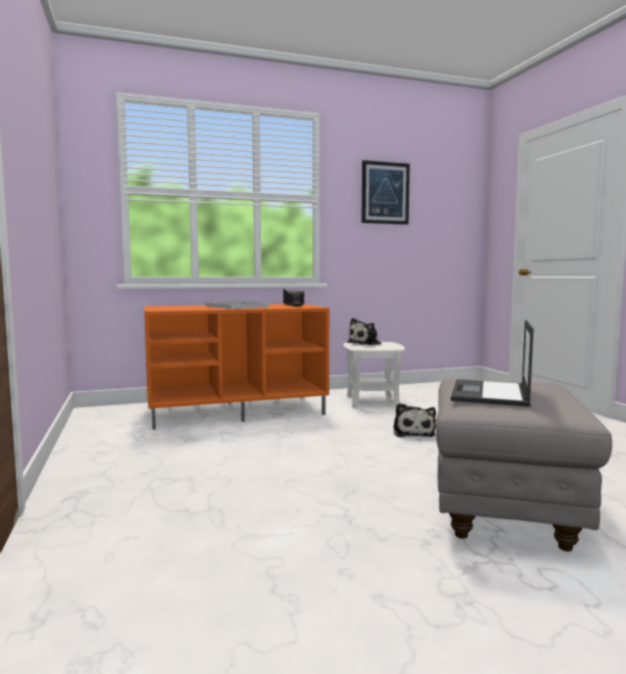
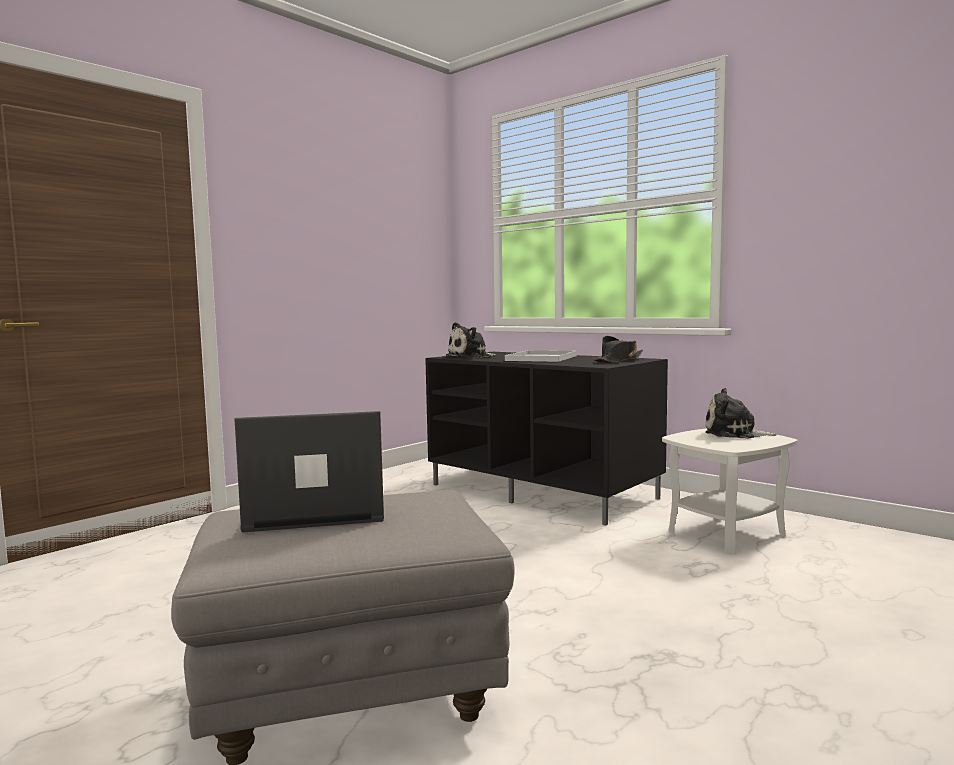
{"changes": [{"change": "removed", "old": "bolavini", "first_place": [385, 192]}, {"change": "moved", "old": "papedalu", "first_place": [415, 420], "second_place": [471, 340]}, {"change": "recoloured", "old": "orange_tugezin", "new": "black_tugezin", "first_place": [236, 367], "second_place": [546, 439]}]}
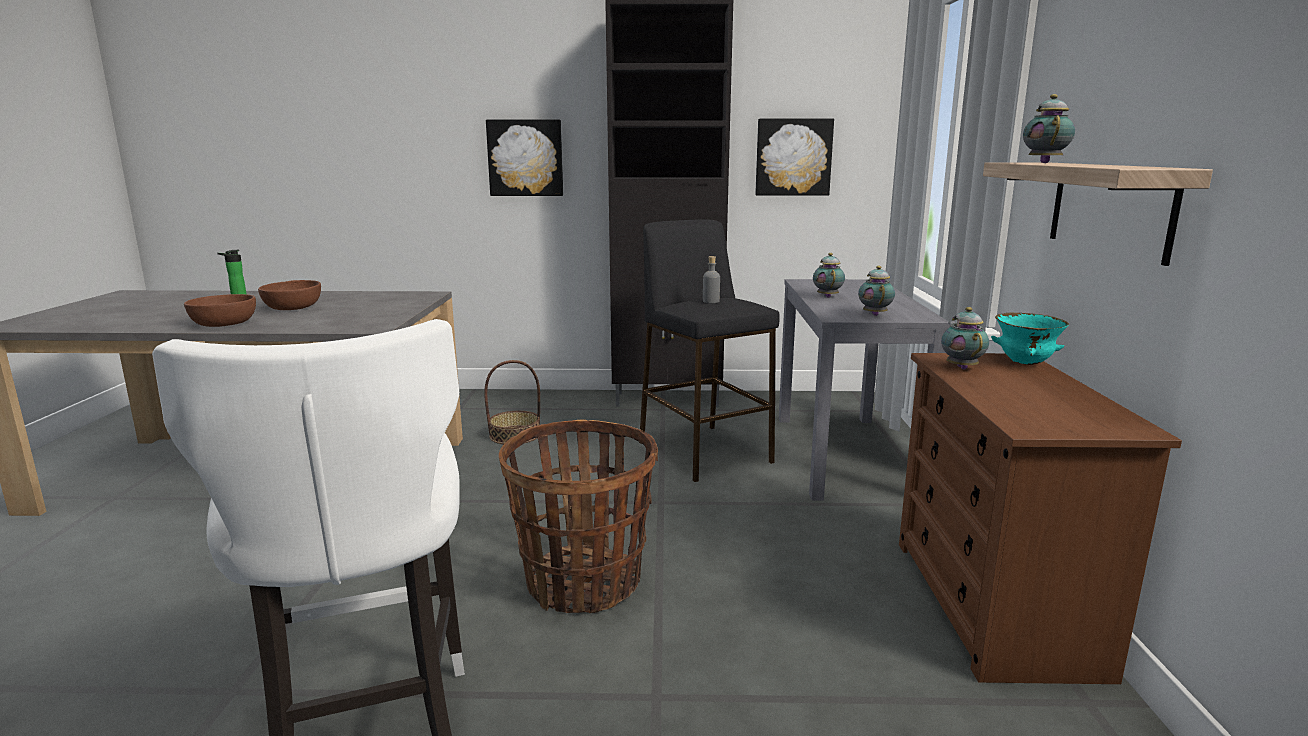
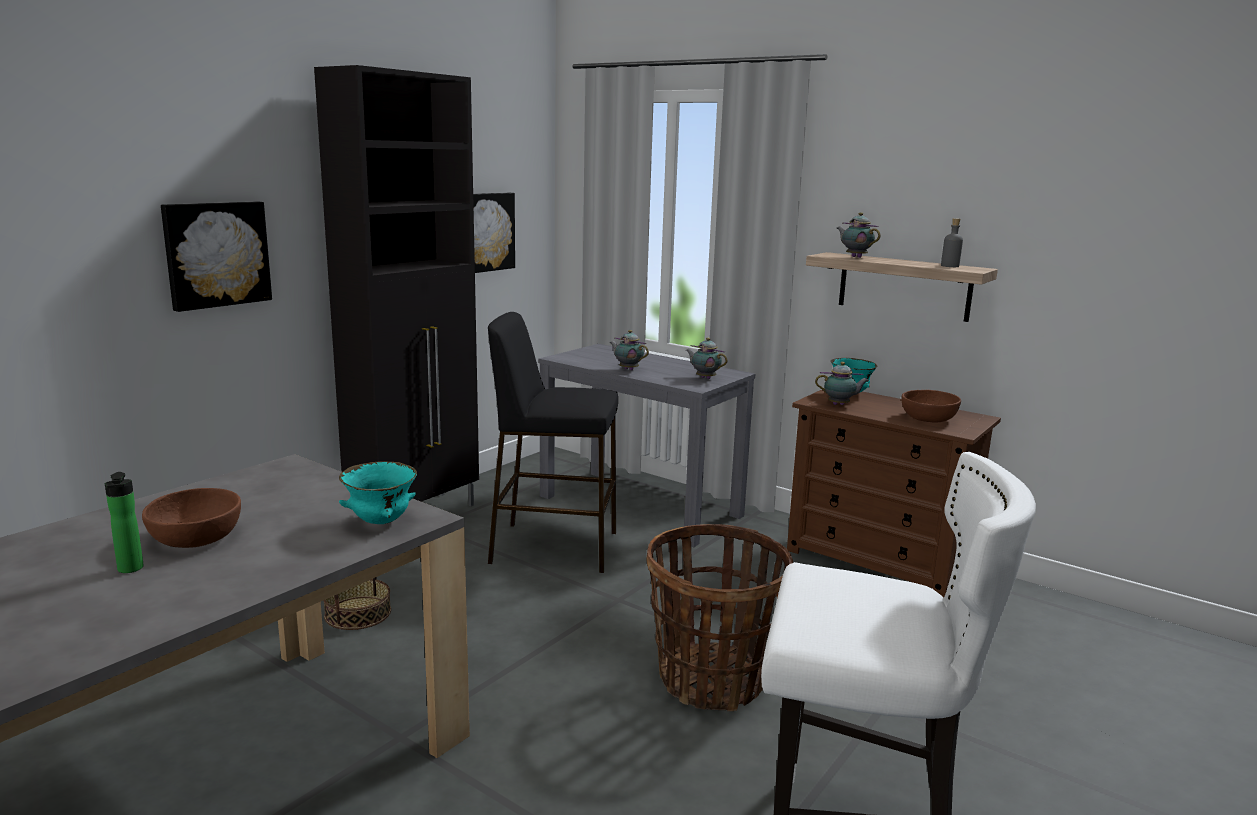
{"changes": [{"change": "added", "new": "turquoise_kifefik", "second_place": [378, 492]}, {"change": "moved", "old": "brown_kifefik", "first_place": [220, 310], "second_place": [931, 406]}, {"change": "moved", "old": "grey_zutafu", "first_place": [711, 279], "second_place": [952, 242]}, {"change": "turned", "old": "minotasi", "first_place": [965, 338], "second_place": [842, 383], "degrees": 150}]}
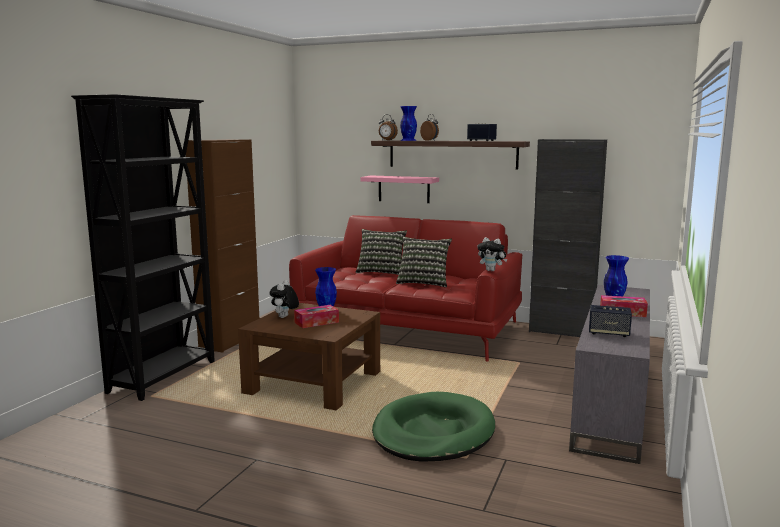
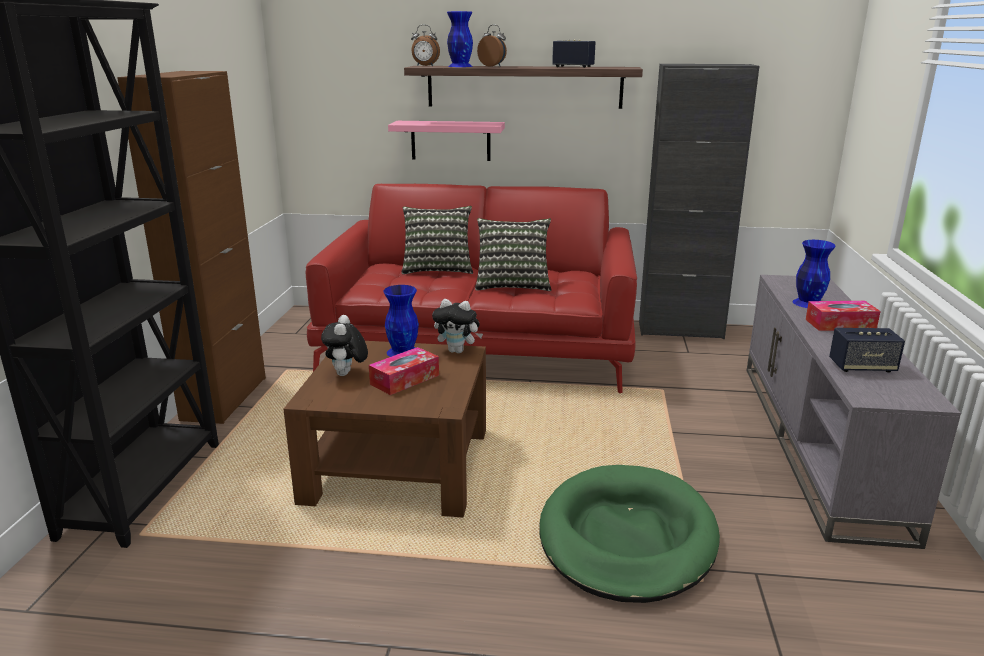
{"changes": [{"change": "moved", "old": "papedalu", "first_place": [492, 254], "second_place": [457, 326]}]}
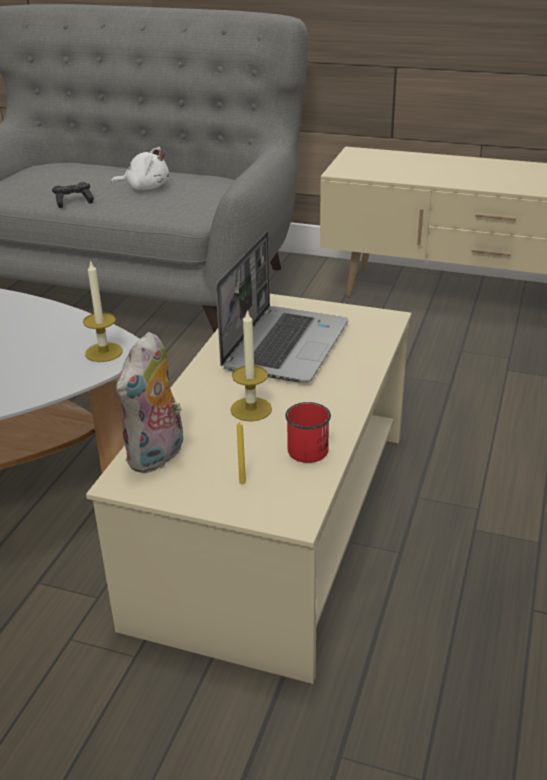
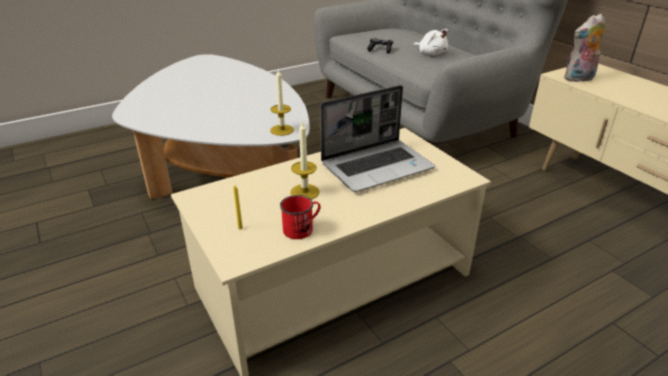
{"changes": [{"change": "moved", "old": "papedalu", "first_place": [149, 402], "second_place": [584, 48]}]}
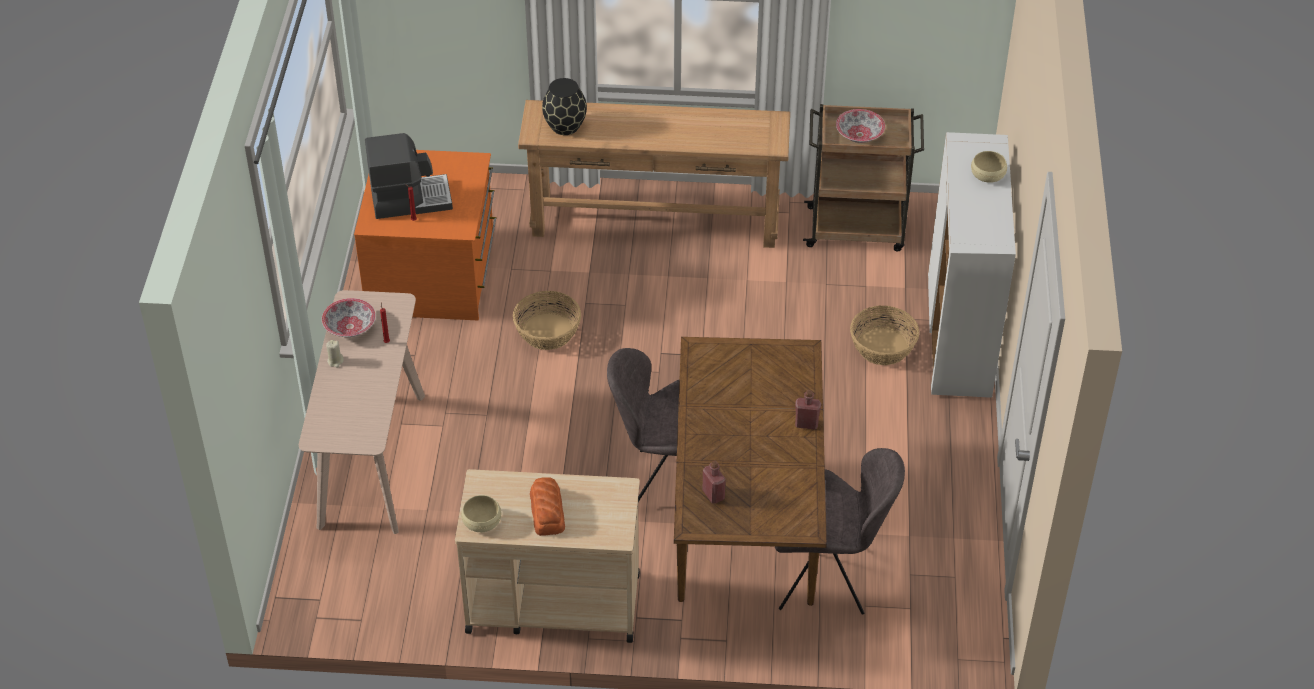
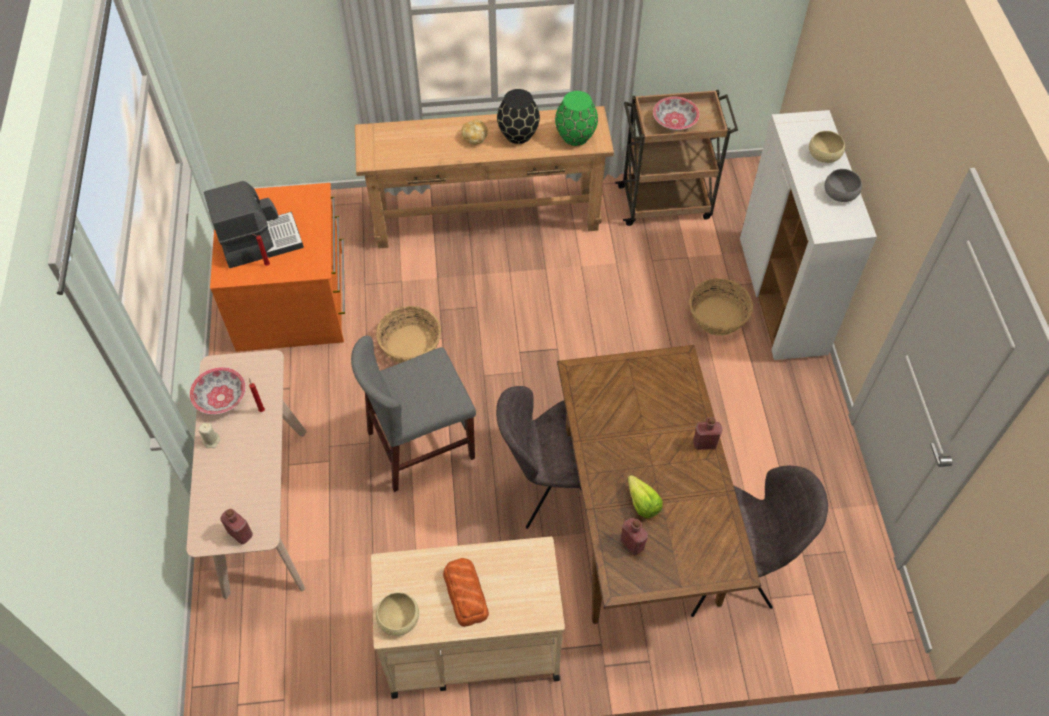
{"changes": [{"change": "added", "new": "red_zutafu", "second_place": [236, 527]}, {"change": "added", "new": "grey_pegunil", "second_place": [413, 414]}, {"change": "added", "new": "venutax", "second_place": [474, 132]}, {"change": "added", "new": "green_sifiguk", "second_place": [576, 118]}, {"change": "added", "new": "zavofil", "second_place": [645, 496]}, {"change": "added", "new": "grey_kifefik", "second_place": [843, 185]}, {"change": "moved", "old": "black_sifiguk", "first_place": [564, 106], "second_place": [518, 116]}]}
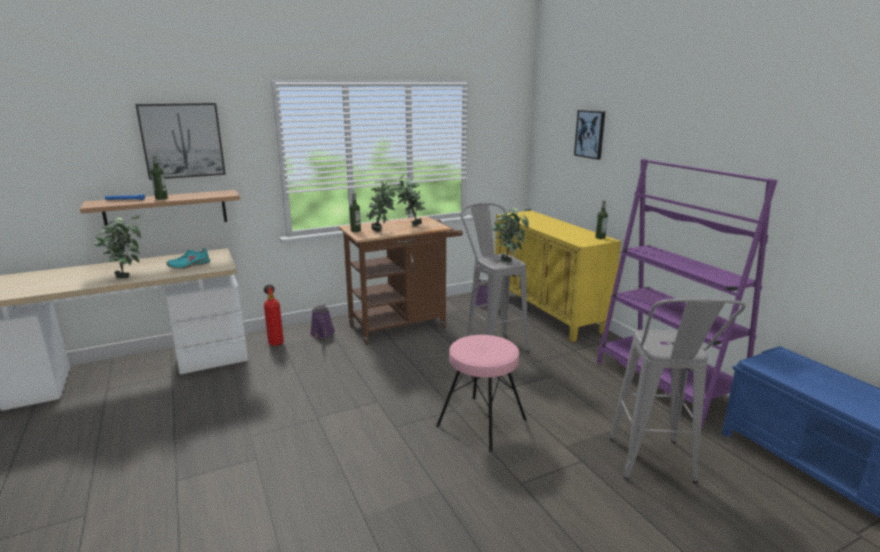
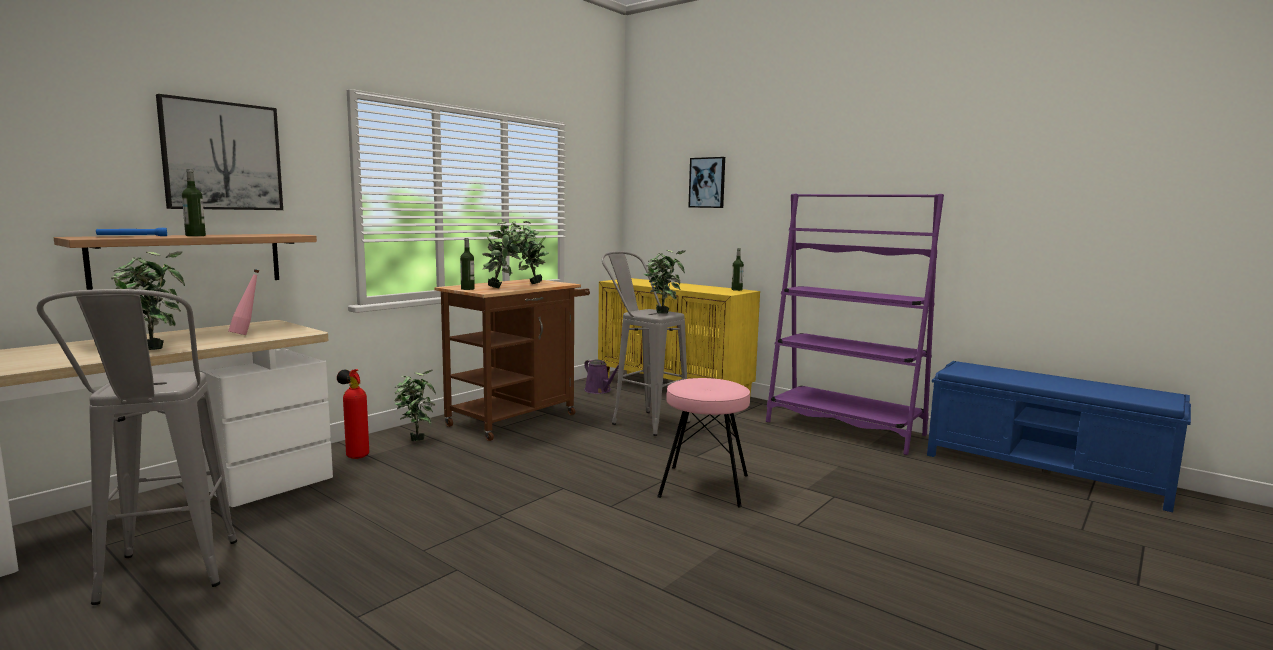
{"changes": [{"change": "moved", "old": "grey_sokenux", "first_place": [677, 390], "second_place": [137, 447]}, {"change": "replaced", "old": "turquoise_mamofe", "new": "pink_zutafu", "first_place": [188, 258], "second_place": [243, 302]}, {"change": "replaced", "old": "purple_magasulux", "new": "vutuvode", "first_place": [322, 320], "second_place": [415, 405]}]}
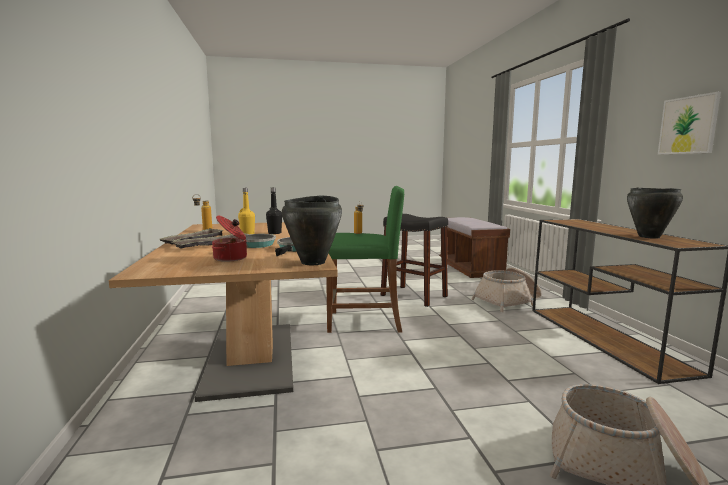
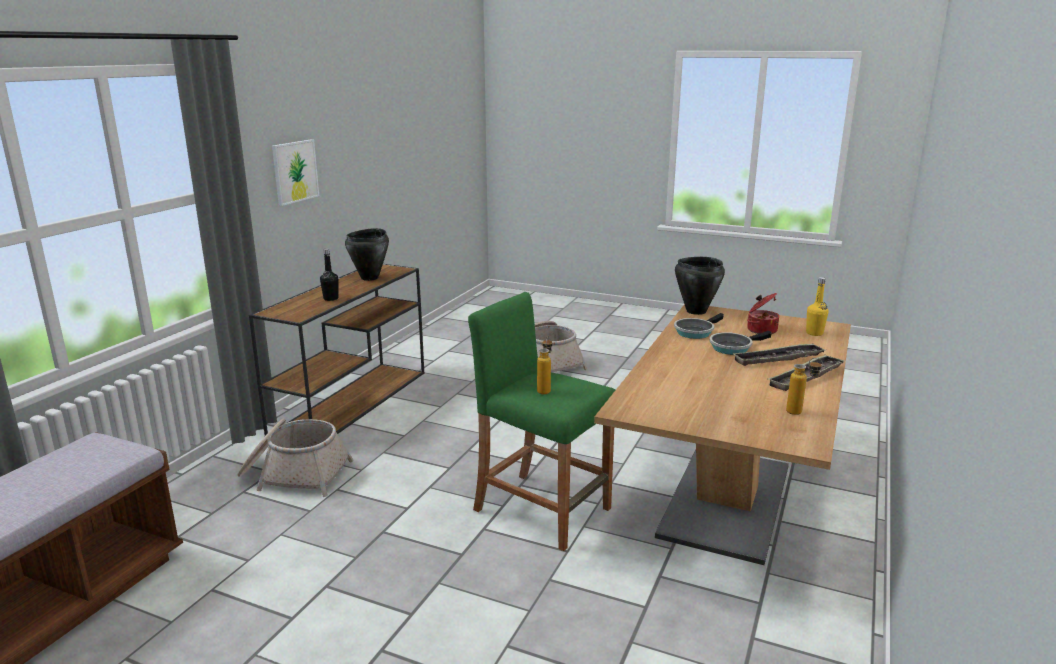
{"changes": [{"change": "removed", "old": "black_sokenux", "first_place": [414, 260]}, {"change": "moved", "old": "yellow_zutafu", "first_place": [246, 211], "second_place": [817, 306]}, {"change": "moved", "old": "black_zutafu", "first_place": [274, 210], "second_place": [329, 274]}]}
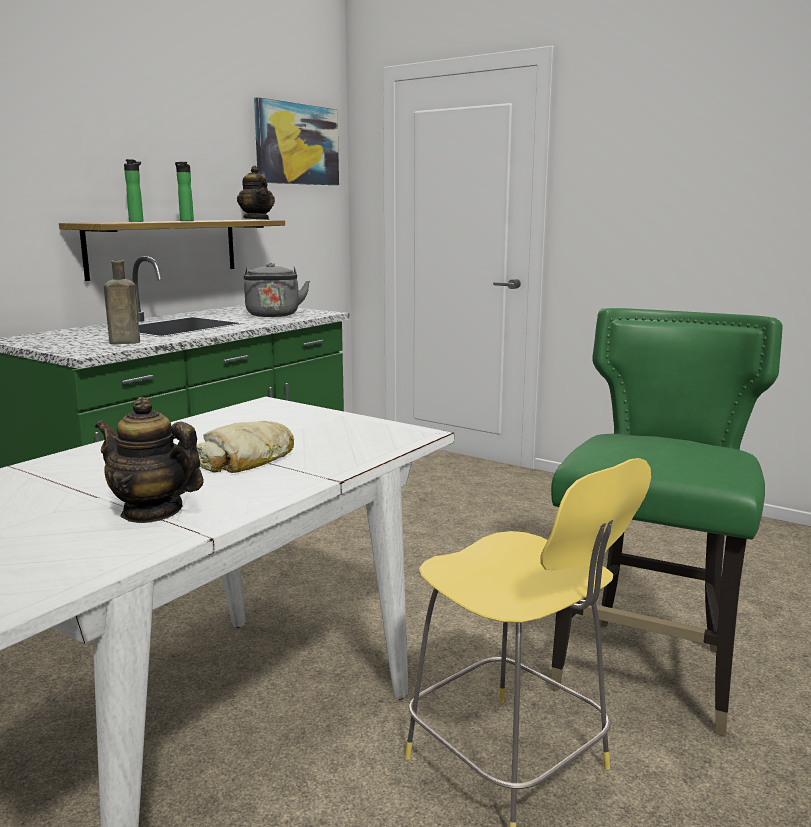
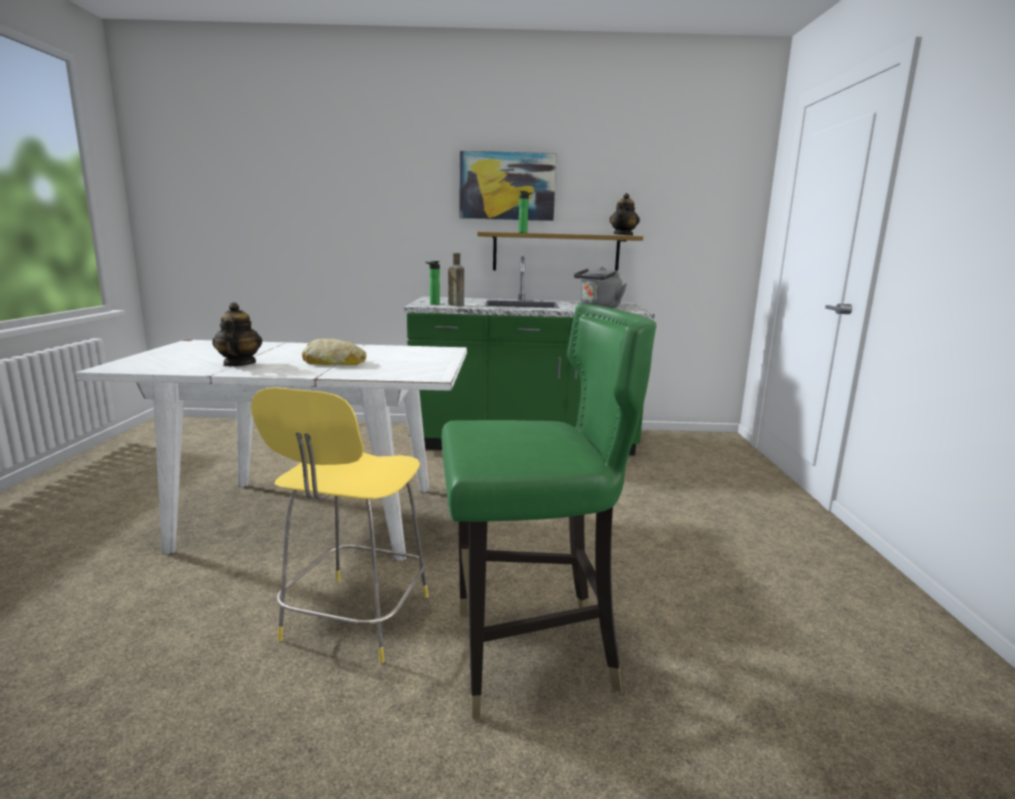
{"changes": [{"change": "moved", "old": "zutafu", "first_place": [184, 191], "second_place": [432, 283]}, {"change": "moved", "old": "bolavini", "first_place": [296, 141], "second_place": [508, 186]}]}
